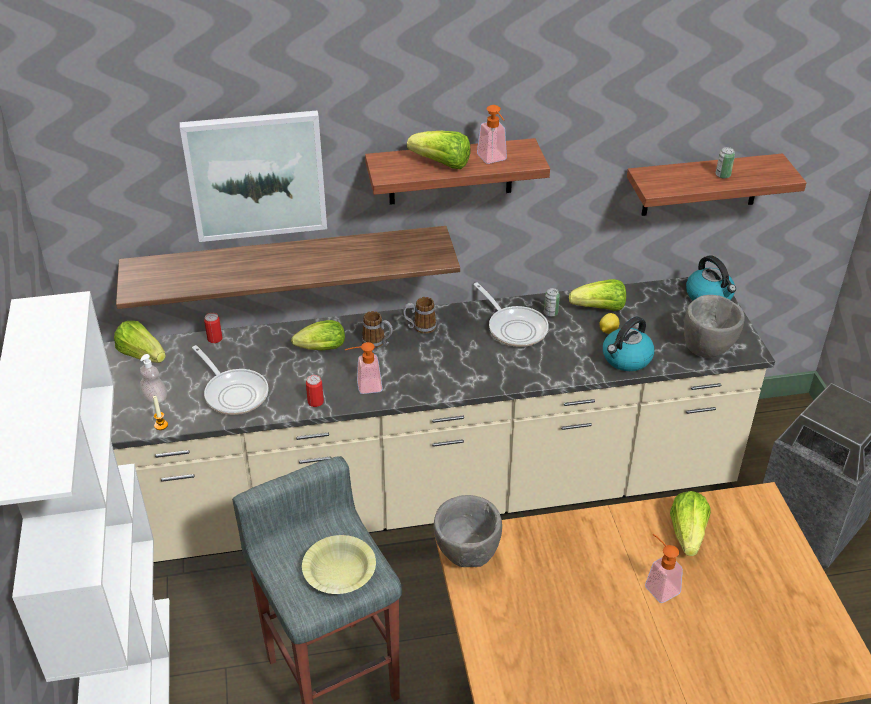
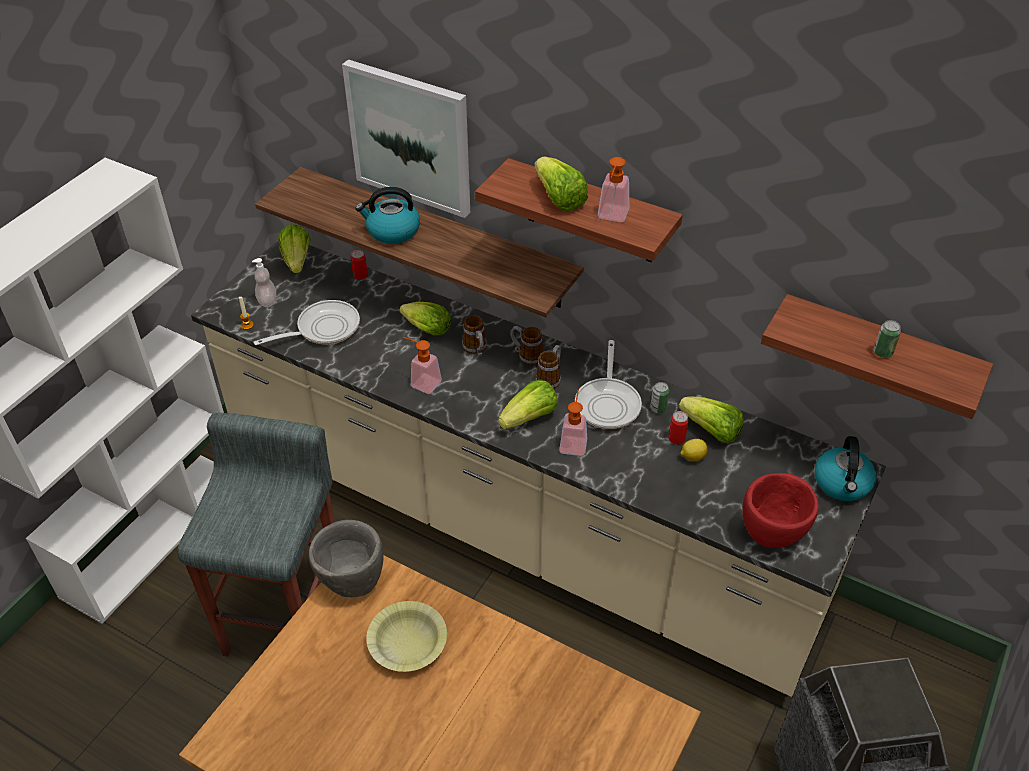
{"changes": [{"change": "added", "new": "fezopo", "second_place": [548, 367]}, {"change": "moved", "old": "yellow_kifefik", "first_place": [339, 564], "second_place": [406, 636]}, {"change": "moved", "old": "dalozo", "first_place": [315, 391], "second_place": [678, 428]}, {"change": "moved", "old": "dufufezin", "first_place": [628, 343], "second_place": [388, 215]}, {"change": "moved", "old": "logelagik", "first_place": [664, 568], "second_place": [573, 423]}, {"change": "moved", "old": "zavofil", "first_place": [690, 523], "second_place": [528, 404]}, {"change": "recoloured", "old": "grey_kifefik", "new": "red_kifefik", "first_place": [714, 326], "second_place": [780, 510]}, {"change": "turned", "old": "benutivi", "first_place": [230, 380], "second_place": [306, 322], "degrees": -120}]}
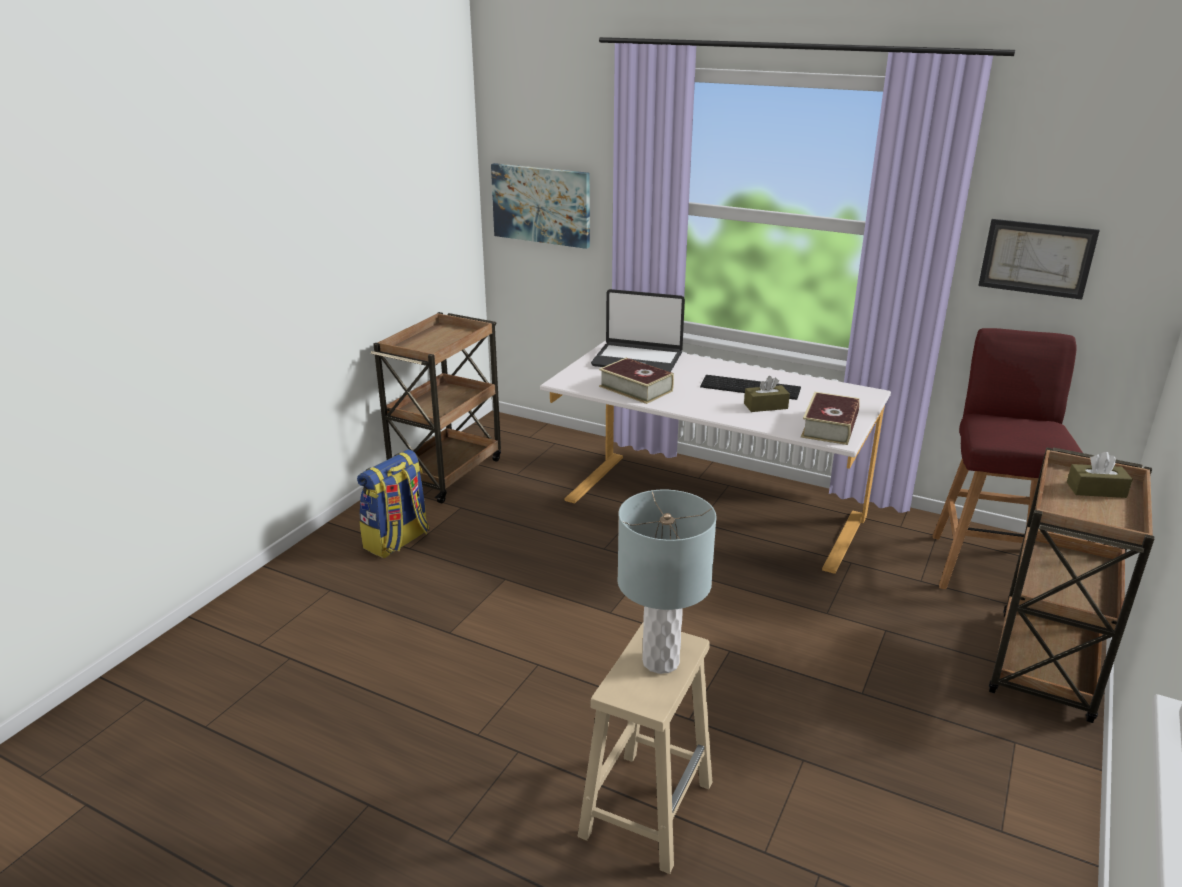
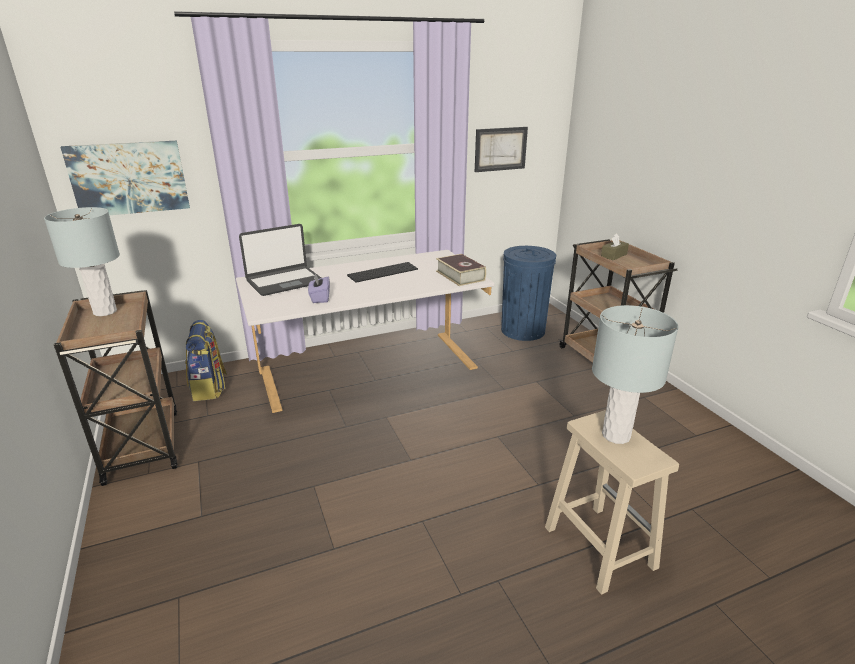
{"changes": [{"change": "removed", "old": "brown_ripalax", "first_place": [767, 394]}, {"change": "added", "new": "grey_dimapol", "second_place": [82, 261]}, {"change": "moved", "old": "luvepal", "first_place": [393, 503], "second_place": [206, 360]}, {"change": "replaced", "old": "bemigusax", "new": "purple_ripalax", "first_place": [636, 381], "second_place": [319, 288]}, {"change": "replaced", "old": "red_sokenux", "new": "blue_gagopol", "first_place": [1008, 458], "second_place": [528, 293]}]}
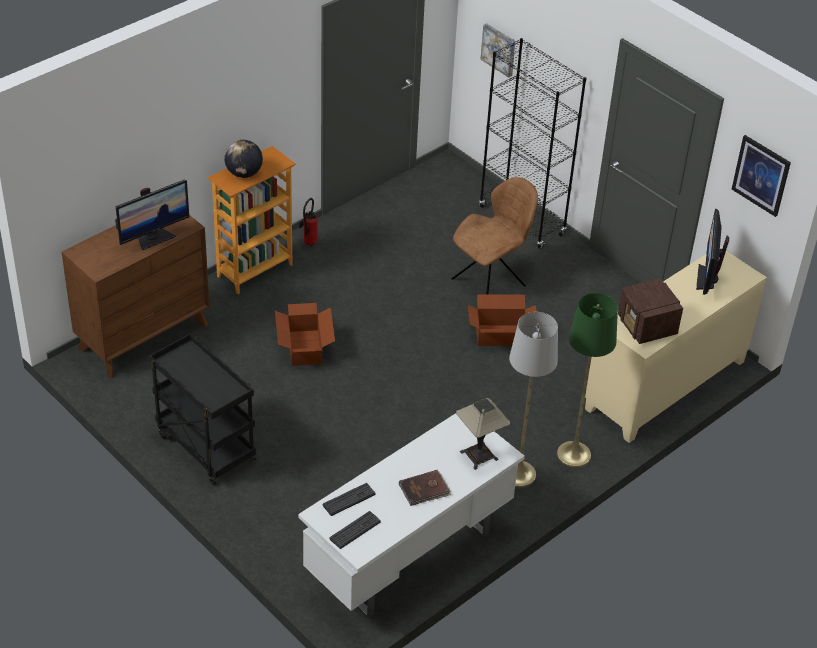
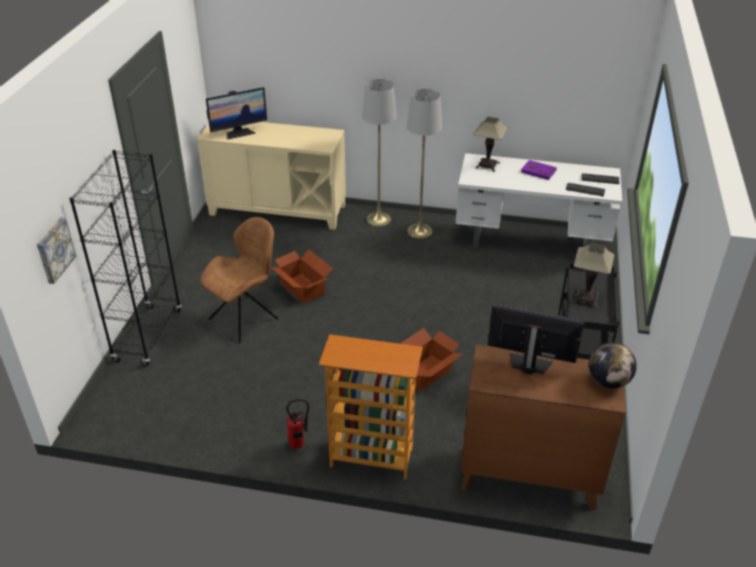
{"changes": [{"change": "removed", "old": "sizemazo", "first_place": [650, 311]}, {"change": "removed", "old": "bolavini", "first_place": [761, 176]}, {"change": "added", "new": "dimapol", "second_place": [594, 275]}, {"change": "moved", "old": "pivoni", "first_place": [243, 159], "second_place": [613, 365]}, {"change": "recoloured", "old": "brown_bemigusax", "new": "purple_bemigusax", "first_place": [425, 488], "second_place": [539, 170]}, {"change": "recoloured", "old": "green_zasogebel", "new": "grey_zasogebel", "first_place": [587, 380], "second_place": [379, 153]}, {"change": "turned", "old": "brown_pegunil", "first_place": [494, 235], "second_place": [239, 279], "degrees": 120}]}
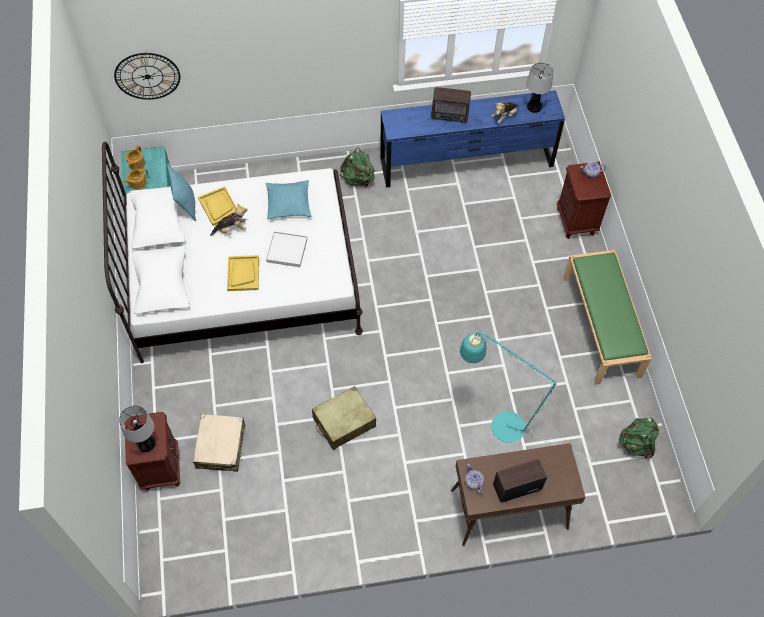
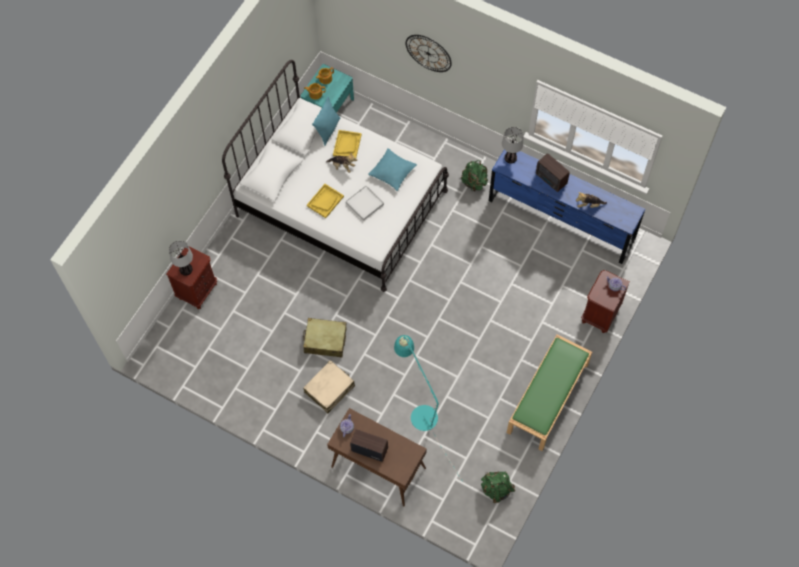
{"changes": [{"change": "moved", "old": "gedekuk", "first_place": [147, 76], "second_place": [429, 53]}, {"change": "moved", "old": "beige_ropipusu", "first_place": [219, 443], "second_place": [329, 386]}, {"change": "moved", "old": "dimapol", "first_place": [539, 87], "second_place": [512, 145]}]}
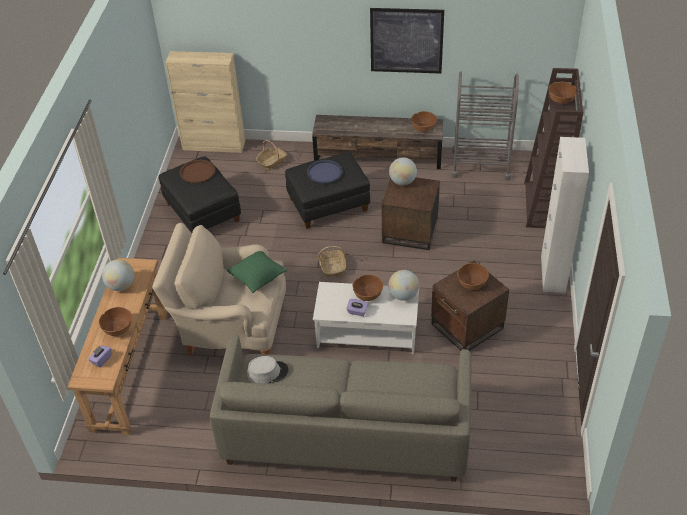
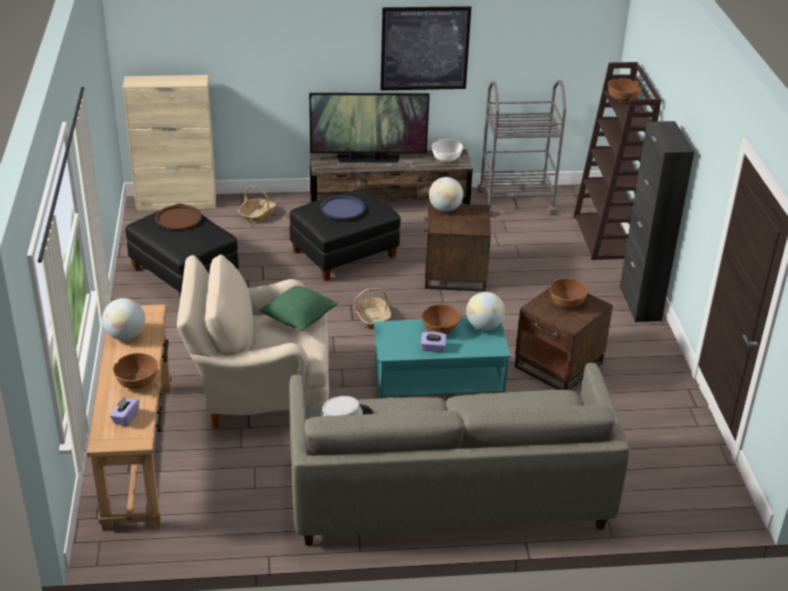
{"changes": [{"change": "added", "new": "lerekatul", "second_place": [369, 128]}, {"change": "recoloured", "old": "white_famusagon", "new": "turquoise_famusagon", "first_place": [366, 318], "second_place": [442, 358]}, {"change": "recoloured", "old": "brown_kifefik", "new": "white_kifefik", "first_place": [424, 121], "second_place": [447, 150]}, {"change": "recoloured", "old": "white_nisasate", "new": "black_nisasate", "first_place": [565, 215], "second_place": [657, 221]}]}
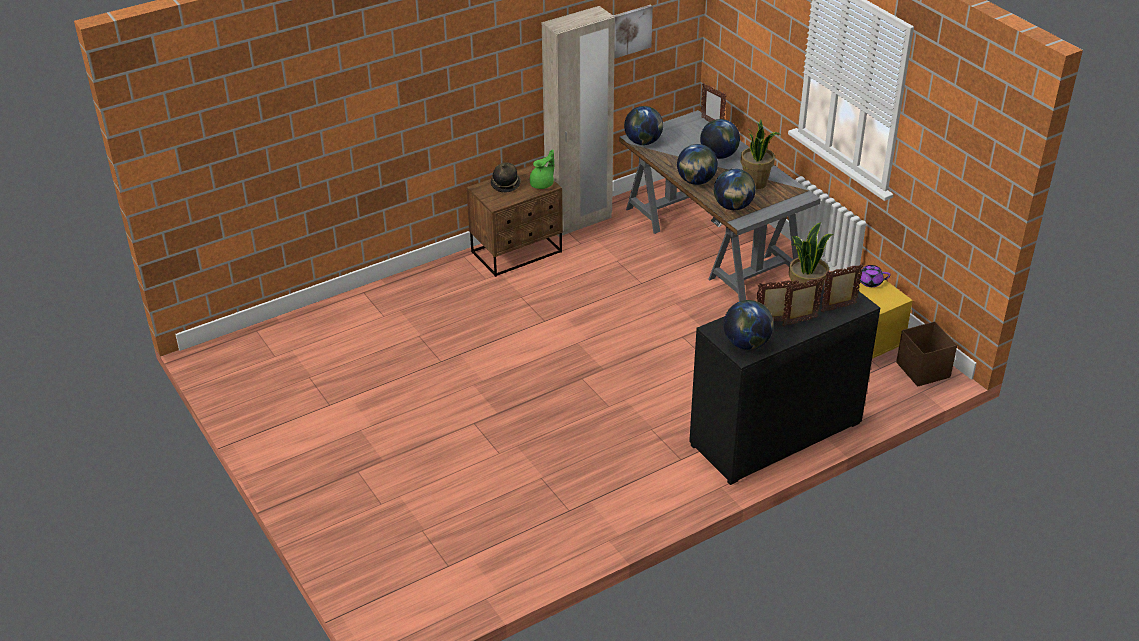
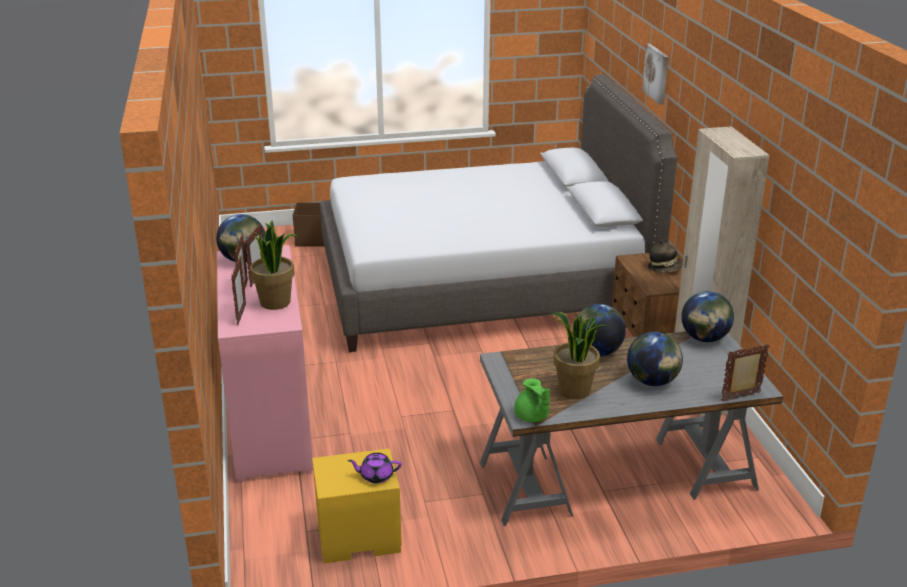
{"changes": [{"change": "removed", "old": "pivoni", "first_place": [735, 189]}, {"change": "added", "new": "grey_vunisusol", "second_place": [499, 213]}, {"change": "moved", "old": "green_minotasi", "first_place": [542, 169], "second_place": [532, 400]}, {"change": "moved", "old": "bolavini", "first_place": [633, 32], "second_place": [655, 74]}, {"change": "moved", "old": "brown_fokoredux", "first_place": [926, 354], "second_place": [308, 224]}, {"change": "recoloured", "old": "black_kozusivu", "new": "pink_kozusivu", "first_place": [784, 382], "second_place": [265, 363]}, {"change": "turned", "old": "purple_minotasi", "first_place": [872, 276], "second_place": [374, 468], "degrees": -120}]}
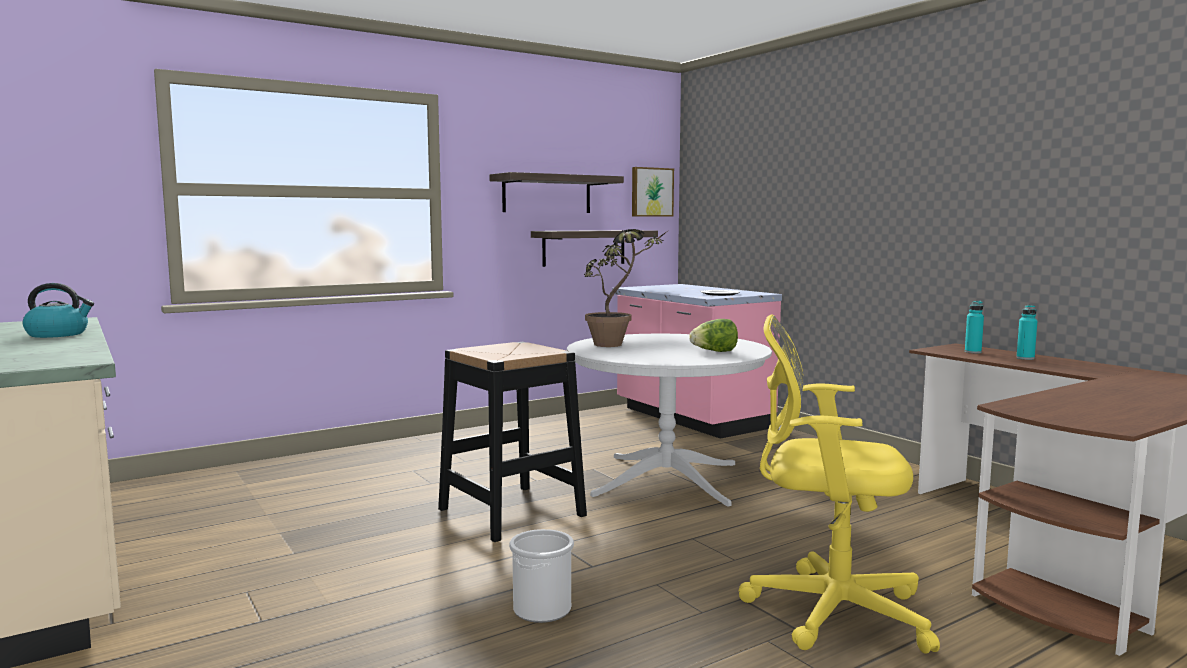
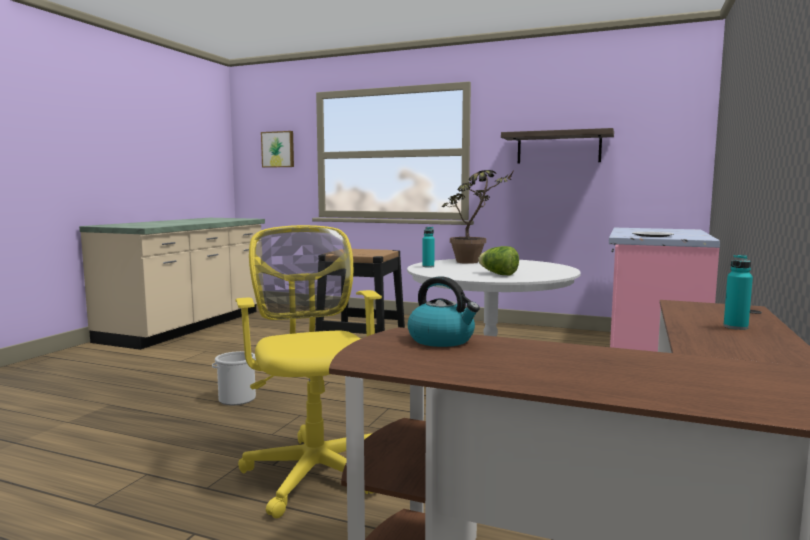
{"changes": [{"change": "removed", "old": "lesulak", "first_place": [594, 248]}, {"change": "moved", "old": "dufufezin", "first_place": [58, 310], "second_place": [444, 311]}, {"change": "moved", "old": "bolavini", "first_place": [653, 192], "second_place": [277, 149]}, {"change": "moved", "old": "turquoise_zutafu", "first_place": [974, 327], "second_place": [428, 247]}]}
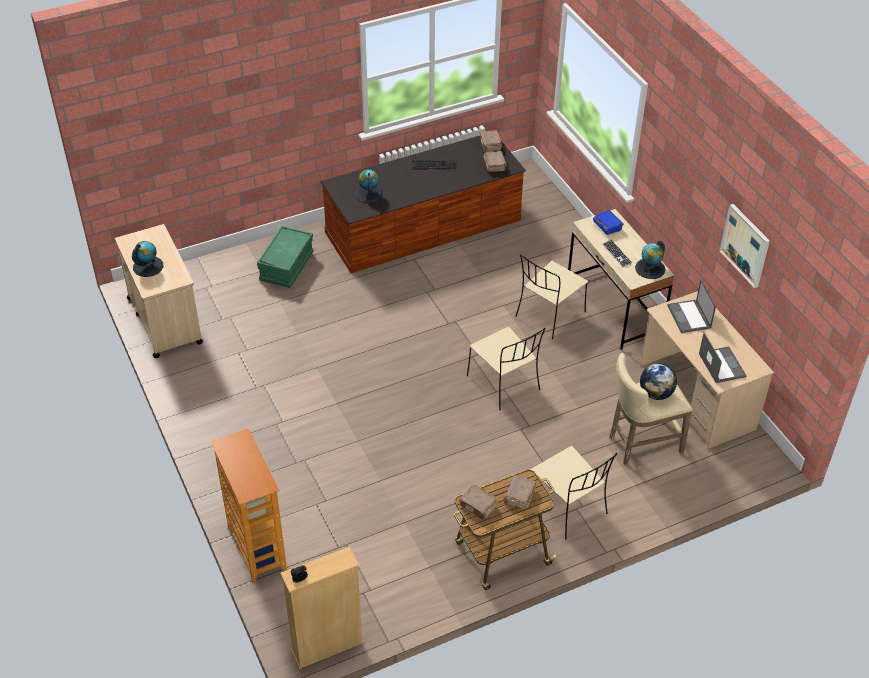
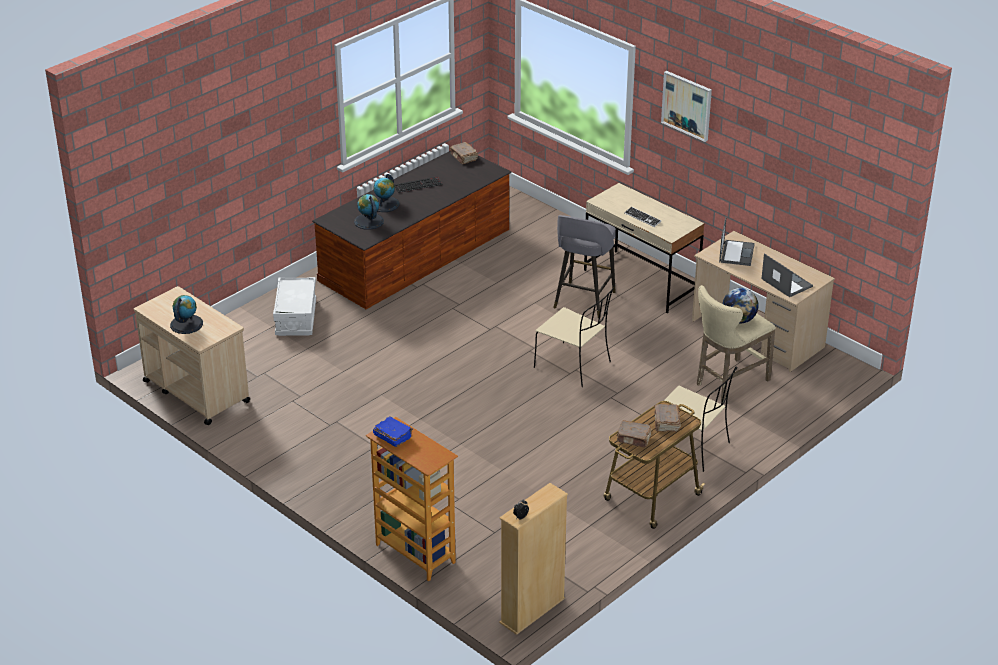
{"changes": [{"change": "removed", "old": "brown_bemigusax", "first_place": [495, 161]}, {"change": "moved", "old": "blue_bemigusax", "first_place": [608, 222], "second_place": [393, 431]}, {"change": "moved", "old": "pivoni", "first_place": [650, 260], "second_place": [386, 193]}, {"change": "moved", "old": "bolavini", "first_place": [744, 246], "second_place": [686, 106]}, {"change": "replaced", "old": "beige_pegunil", "new": "grey_sokenux", "first_place": [551, 297], "second_place": [584, 266]}, {"change": "recoloured", "old": "green_fokoredux", "new": "white_fokoredux", "first_place": [285, 257], "second_place": [294, 306]}, {"change": "turned", "old": "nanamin", "first_place": [691, 306], "second_place": [737, 241], "degrees": -135}]}
